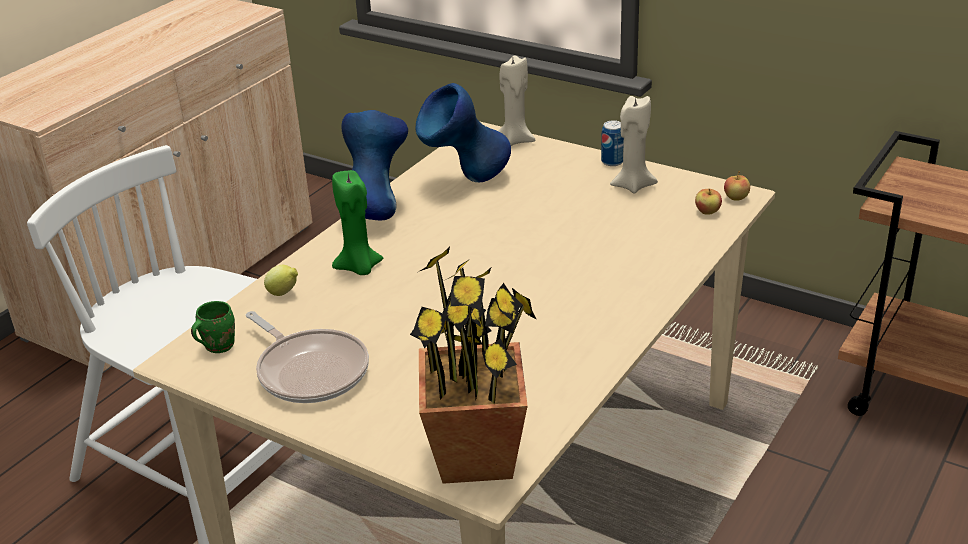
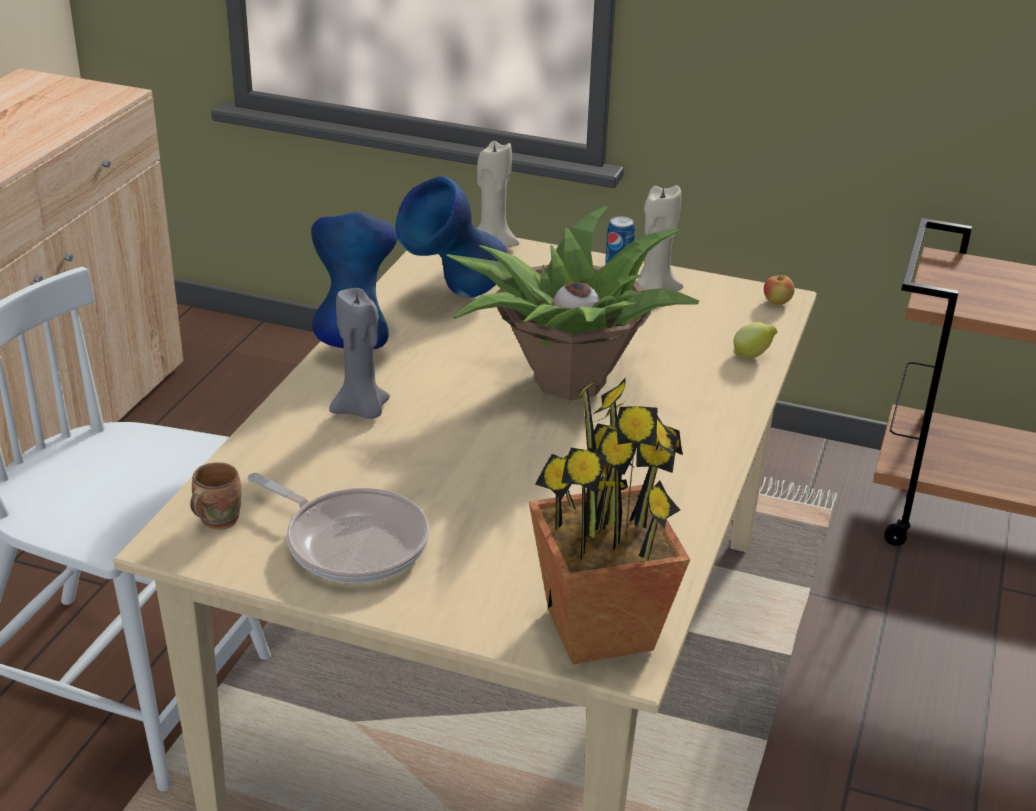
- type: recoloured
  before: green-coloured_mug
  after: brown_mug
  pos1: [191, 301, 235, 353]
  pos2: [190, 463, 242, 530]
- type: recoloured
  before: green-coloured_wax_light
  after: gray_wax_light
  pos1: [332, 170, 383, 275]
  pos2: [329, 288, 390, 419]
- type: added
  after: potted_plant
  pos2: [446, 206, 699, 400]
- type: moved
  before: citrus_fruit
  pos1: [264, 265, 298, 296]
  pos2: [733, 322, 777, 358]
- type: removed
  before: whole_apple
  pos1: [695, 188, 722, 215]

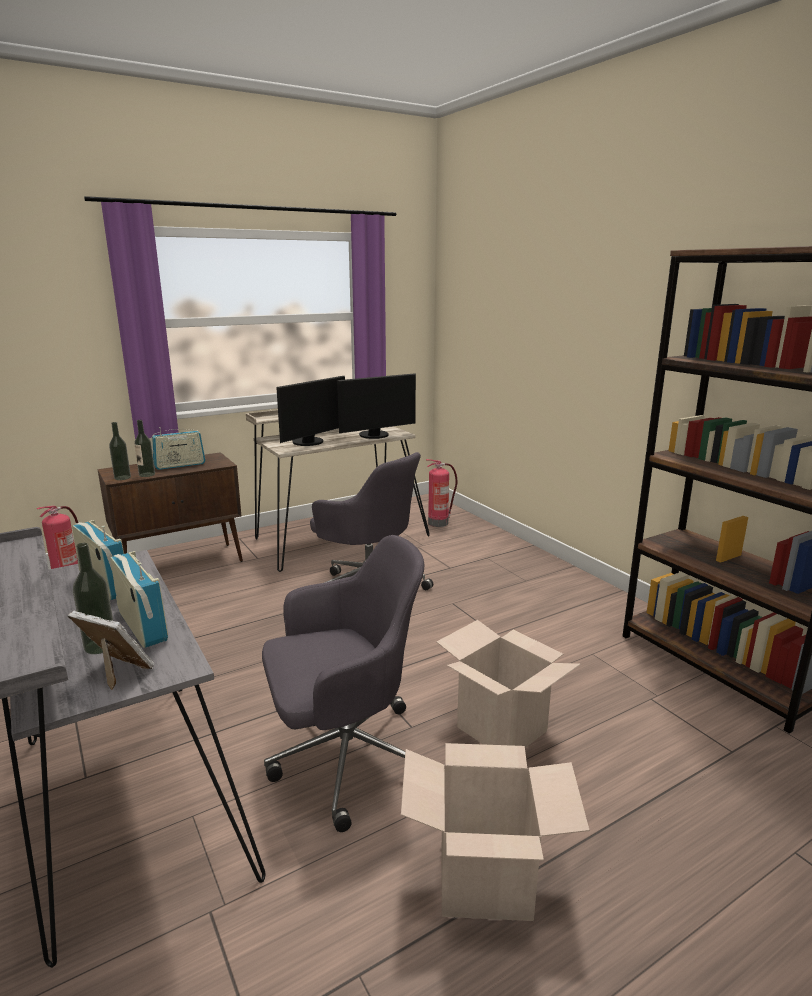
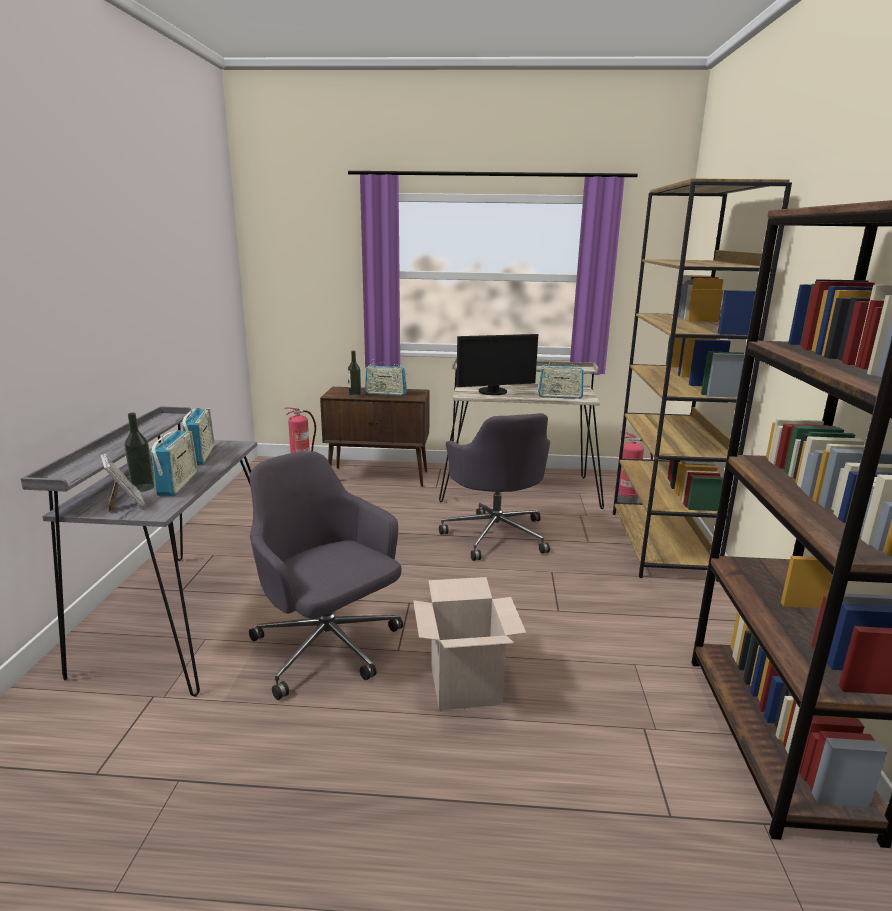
- type: turned
  before: gray_desk_chair
  pos1: [262, 535, 424, 832]
  pos2: [249, 451, 403, 700]
  turn: -150
- type: replaced
  before: computer_screen
  after: radio_receiver
  pos1: [337, 373, 416, 439]
  pos2: [538, 360, 584, 399]
- type: added
  after: brown_bookcase
  pos2: [613, 178, 792, 582]
- type: removed
  before: beverage_bottle
  pos1: [109, 422, 131, 480]
- type: removed
  before: cardboard_box
  pos1: [401, 743, 590, 921]

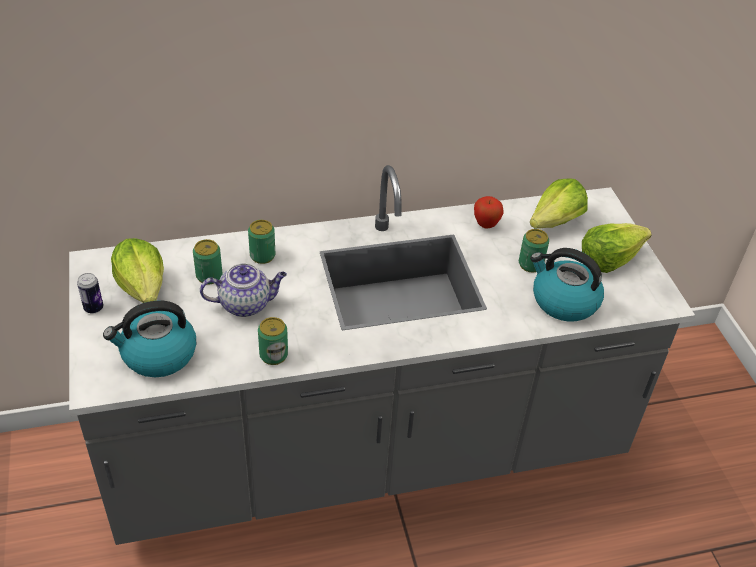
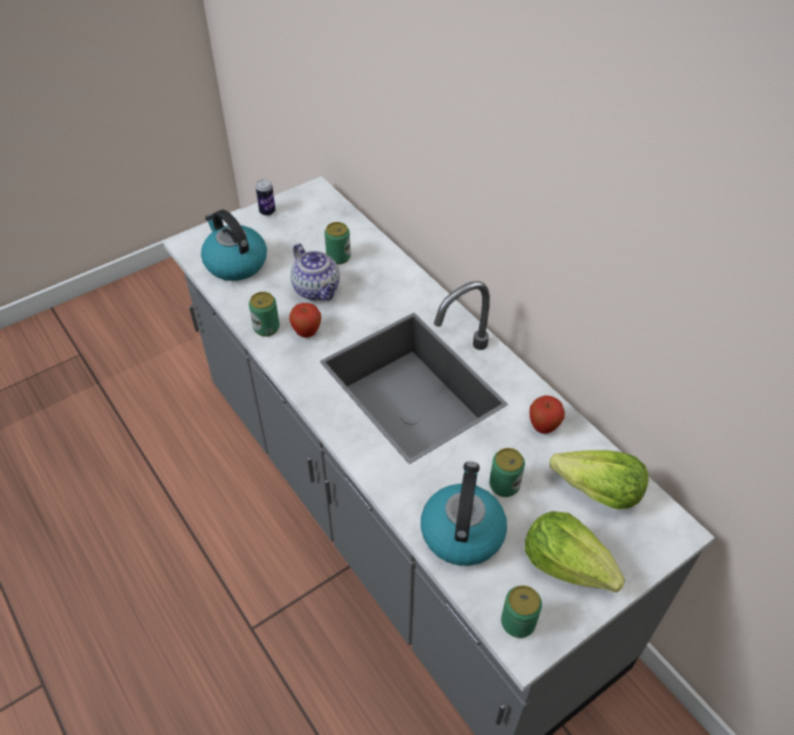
- type: added
  after: whole_apple
  pos2: [289, 303, 321, 338]
- type: moved
  before: metal_can
  pos1: [248, 220, 276, 264]
  pos2: [501, 585, 542, 638]
- type: removed
  before: lettuce
  pos1: [111, 238, 164, 303]

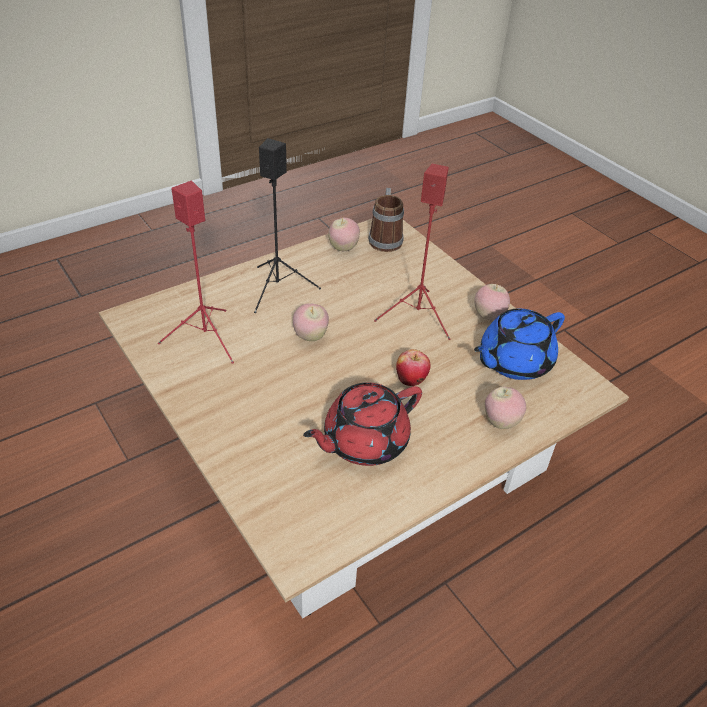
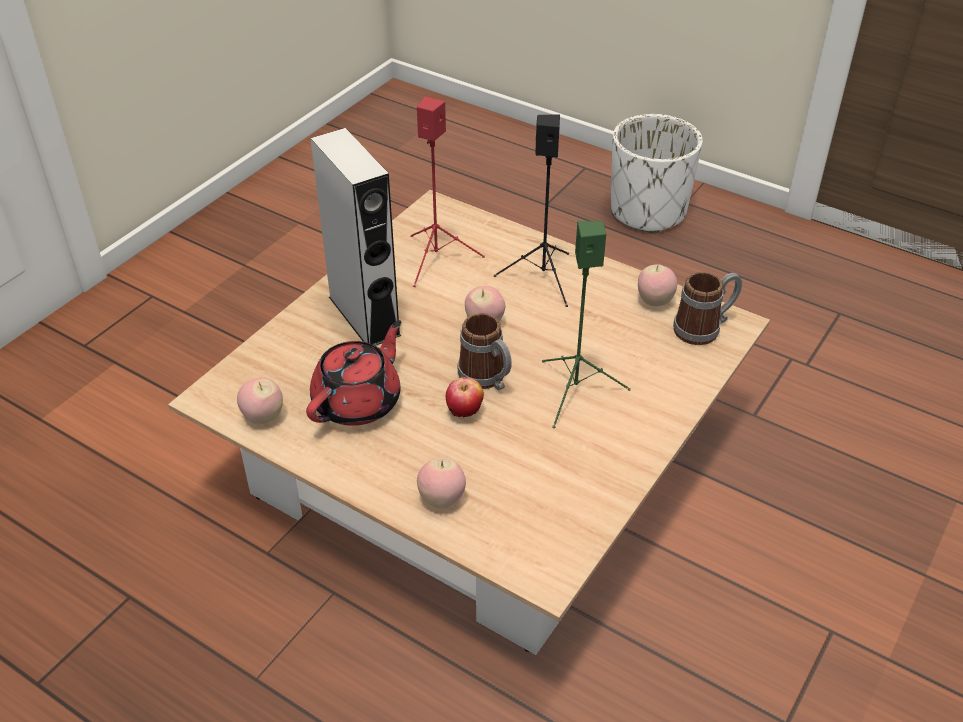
- type: moved
  before: whole_apple
  pos1: [474, 284, 510, 320]
  pos2: [237, 377, 283, 424]
- type: turned
  before: reddish_teapot
  pos1: [303, 382, 422, 466]
  pos2: [306, 320, 401, 426]
  turn: 90
- type: added
  after: gray_audio_speaker
  pos2: [310, 128, 401, 346]
- type: added
  after: mug
  pos2: [458, 313, 512, 390]
- type: recoloured
  before: reddish_audio_speaker
  after: green-coloured_audio_speaker
  pos1: [374, 164, 450, 340]
  pos2: [542, 221, 631, 428]
- type: added
  after: whitish_flower_pot
  pos2: [611, 114, 703, 234]
- type: removed
  before: blue_teapot
  pos1: [474, 308, 565, 380]

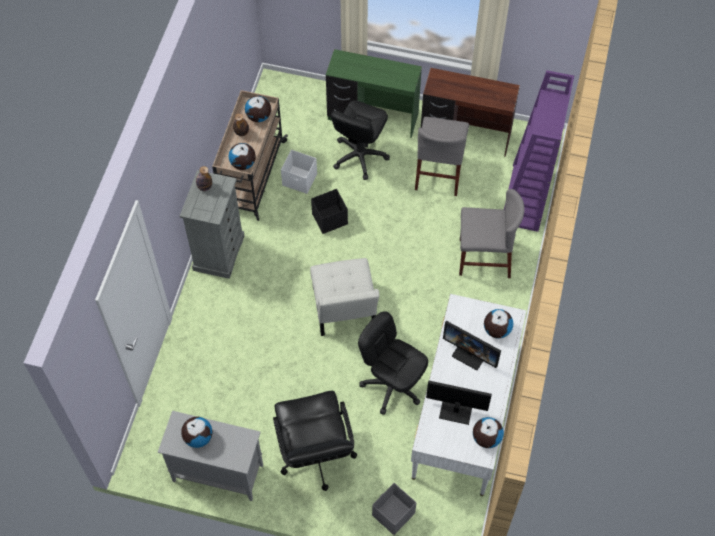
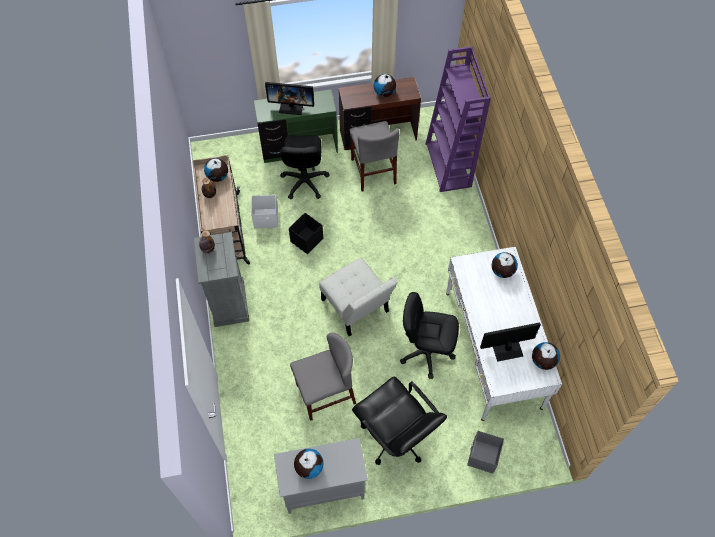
- type: moved
  before: computer_screen
  pos1: [443, 321, 501, 370]
  pos2: [265, 82, 314, 115]
- type: moved
  before: gray_upright_chair
  pos1: [459, 189, 524, 278]
  pos2: [290, 332, 356, 421]
- type: moved
  before: globe
  pos1: [229, 143, 256, 170]
  pos2: [374, 74, 396, 97]

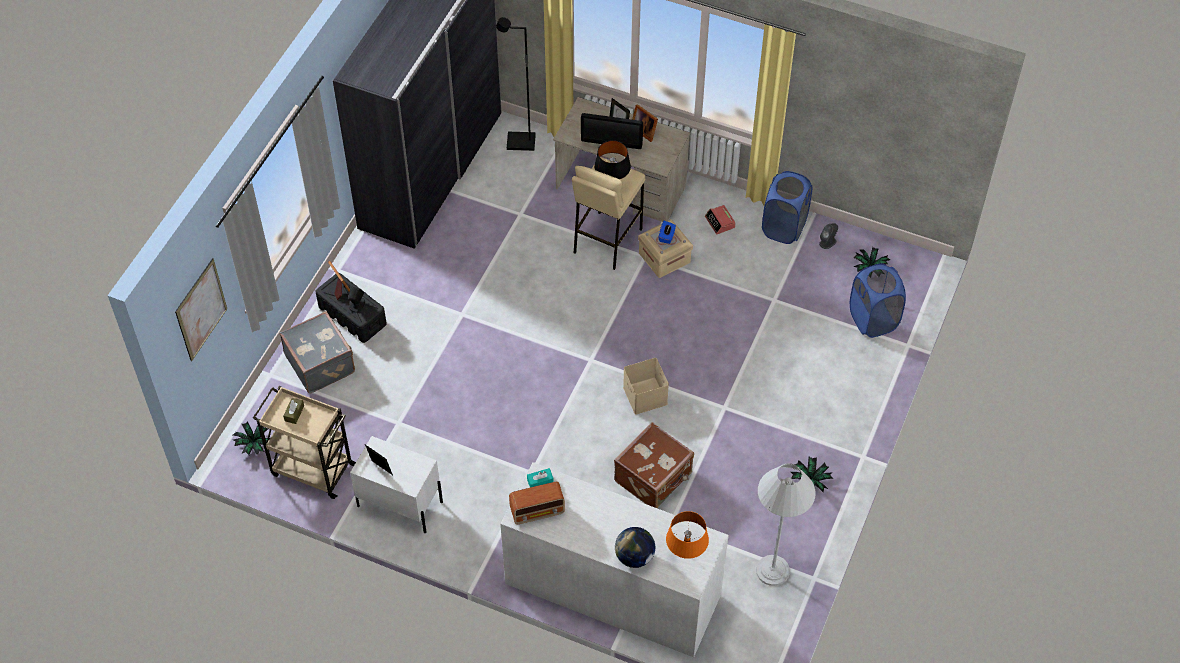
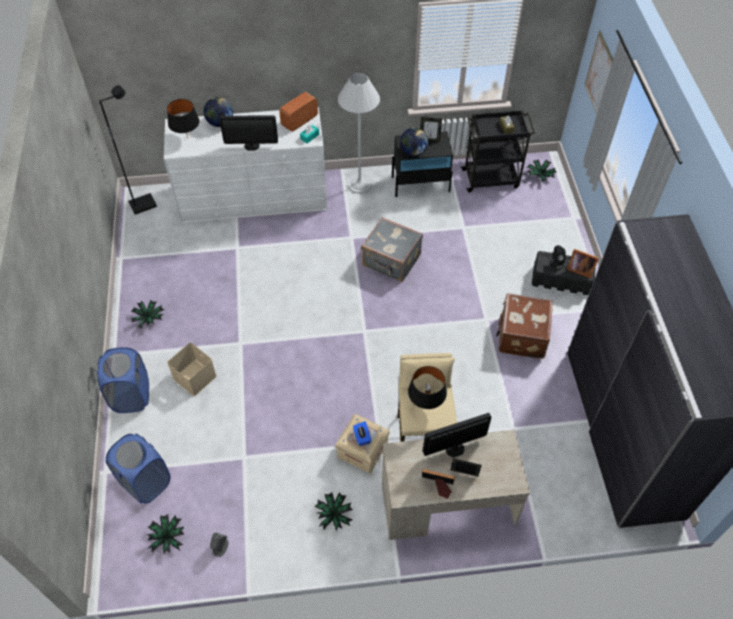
- type: moved
  before: blue_laundry_basket
  pos1: [762, 171, 812, 244]
  pos2: [97, 347, 149, 413]
- type: moved
  before: blackish_standing_lamp
  pos1: [496, 17, 536, 151]
  pos2: [99, 85, 157, 215]
- type: recoloured
  before: orangey_lamp_for_a_table
  after: blackish_lamp_for_a_table
  pos1: [666, 511, 709, 559]
  pos2: [167, 99, 199, 138]
- type: moved
  before: beige_storage_container
  pos1: [623, 358, 669, 414]
  pos2: [167, 342, 217, 396]
- type: added
  after: computer_screen
  pos2: [219, 115, 278, 150]
- type: replaced
  before: bedside_clock
  after: potted_plant
  pos1: [705, 205, 735, 234]
  pos2: [314, 492, 353, 531]
- type: moved
  before: whitish_standing_lamp
  pos1: [756, 463, 816, 586]
  pos2: [338, 73, 380, 194]
- type: moved
  before: gray_piece_of_luggage
  pos1: [280, 311, 355, 394]
  pos2: [361, 217, 423, 282]
- type: recoloured
  before: whitish_night_table
  after: blackish_night_table
  pos1: [350, 436, 443, 533]
  pos2: [392, 132, 453, 197]
- type: added
  after: globe
  pos2: [400, 127, 428, 156]
- type: recoloured
  before: beige_cart
  after: blackish_cart
  pos1: [253, 386, 356, 499]
  pos2: [460, 110, 535, 193]
- type: moved
  before: brown_piece_of_luggage
  pos1: [614, 422, 694, 508]
  pos2: [496, 293, 553, 359]

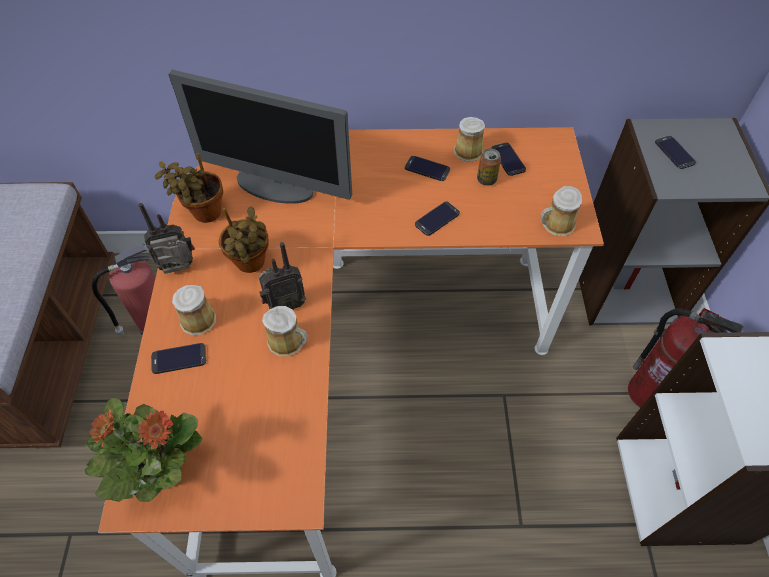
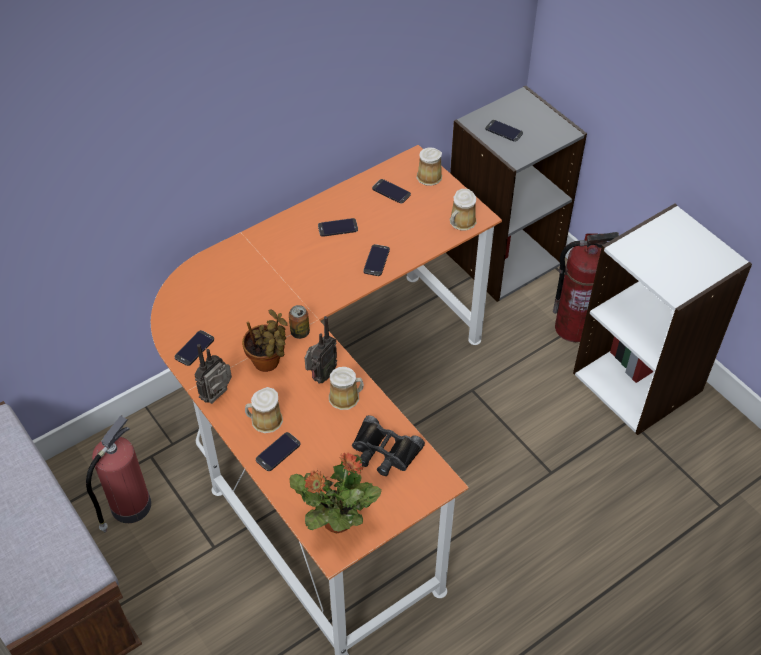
- type: replaced
  before: potted_plant
  after: phone
  pos1: [155, 153, 223, 223]
  pos2: [174, 330, 214, 366]
- type: moved
  before: metal_can
  pos1: [477, 148, 501, 186]
  pos2: [289, 305, 310, 339]
- type: added
  after: blackish_pair_of_binoculars
  pos2: [352, 415, 425, 476]
- type: moved
  before: mug
  pos1: [454, 117, 485, 162]
  pos2: [416, 147, 442, 186]
- type: removed
  before: computer_screen
  pos1: [169, 70, 352, 204]

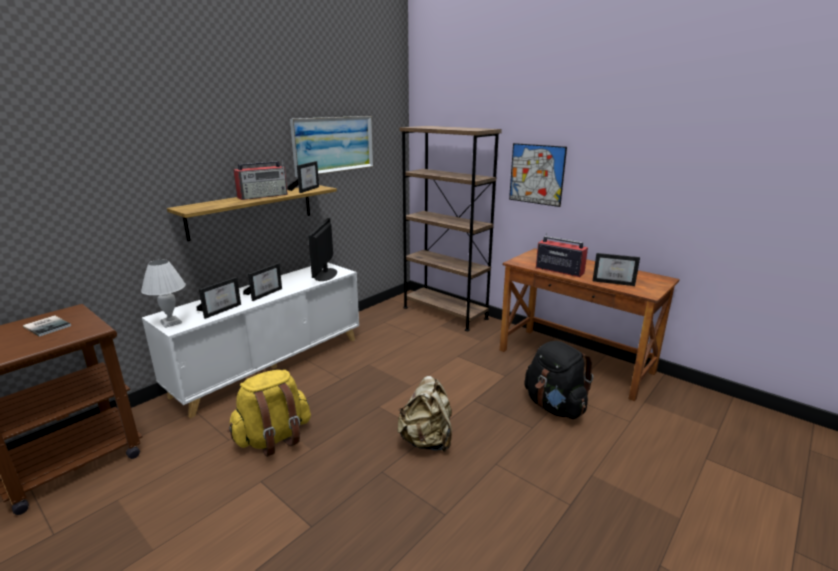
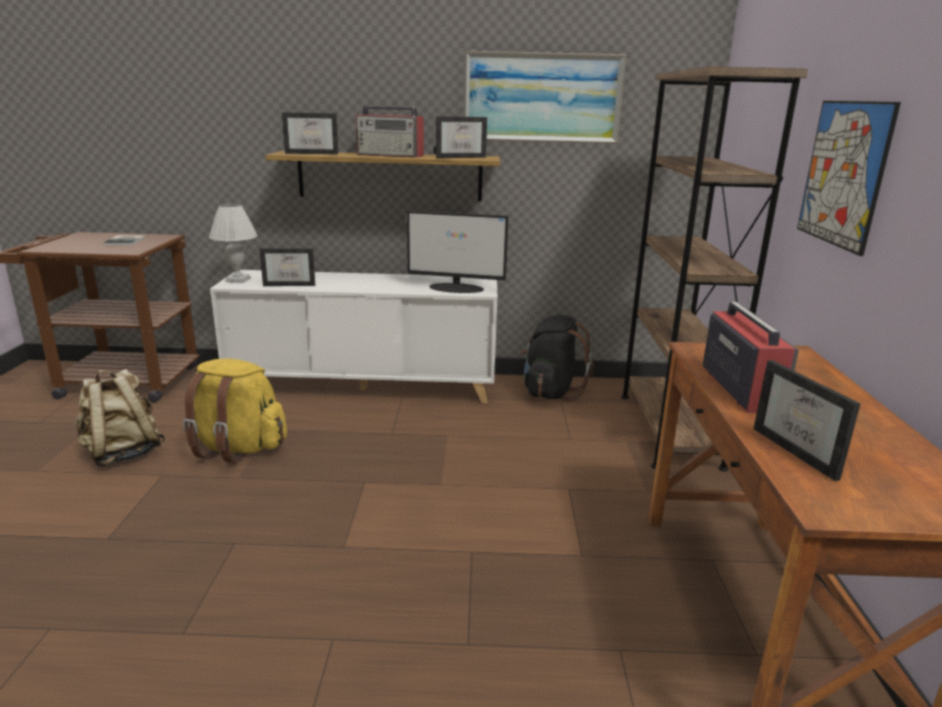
- type: moved
  before: beige_rucksack
  pos1: [397, 376, 452, 452]
  pos2: [75, 369, 165, 467]
- type: moved
  before: photo_frame
  pos1: [243, 263, 282, 301]
  pos2: [282, 112, 338, 154]
- type: turned
  before: computer_screen
  pos1: [308, 218, 337, 281]
  pos2: [407, 210, 509, 293]
  turn: -135
- type: moved
  before: blackish_rucksack
  pos1: [525, 341, 593, 419]
  pos2: [520, 315, 593, 401]

